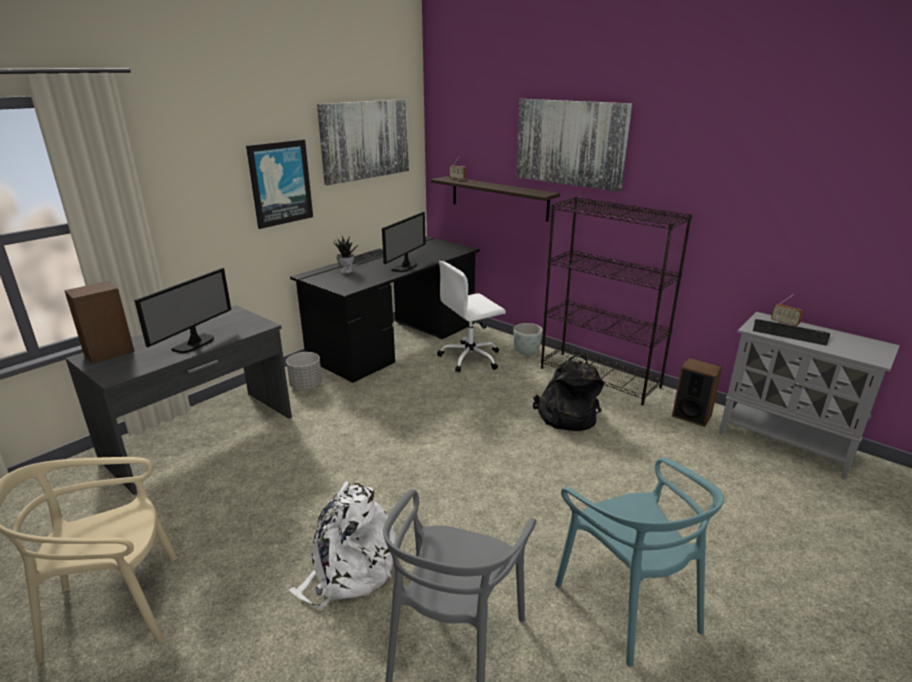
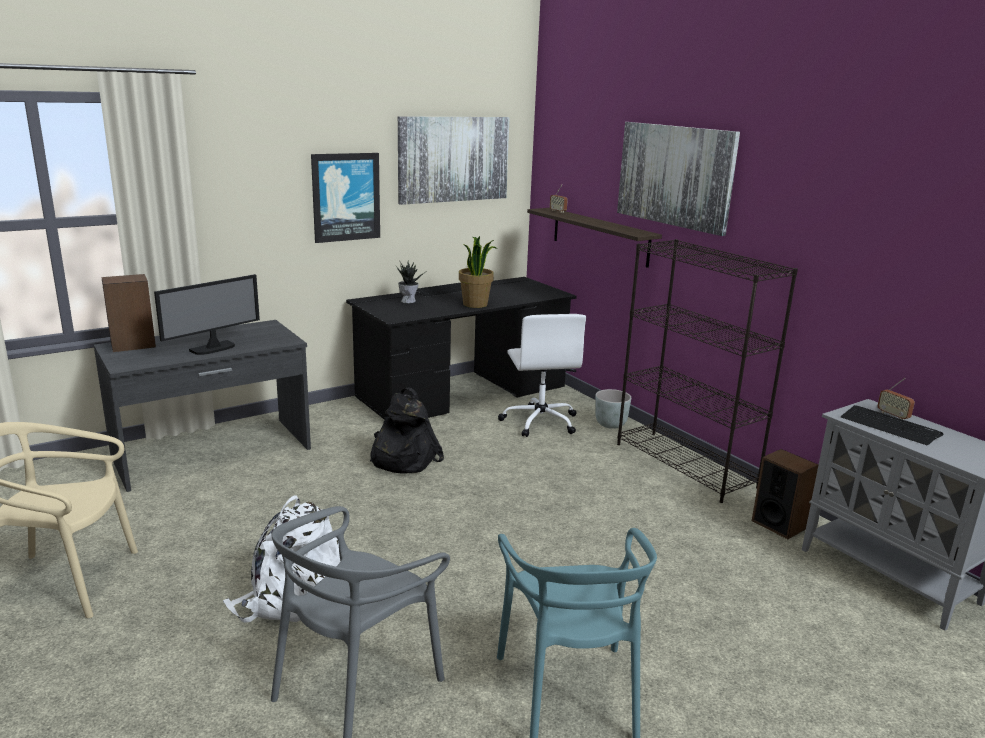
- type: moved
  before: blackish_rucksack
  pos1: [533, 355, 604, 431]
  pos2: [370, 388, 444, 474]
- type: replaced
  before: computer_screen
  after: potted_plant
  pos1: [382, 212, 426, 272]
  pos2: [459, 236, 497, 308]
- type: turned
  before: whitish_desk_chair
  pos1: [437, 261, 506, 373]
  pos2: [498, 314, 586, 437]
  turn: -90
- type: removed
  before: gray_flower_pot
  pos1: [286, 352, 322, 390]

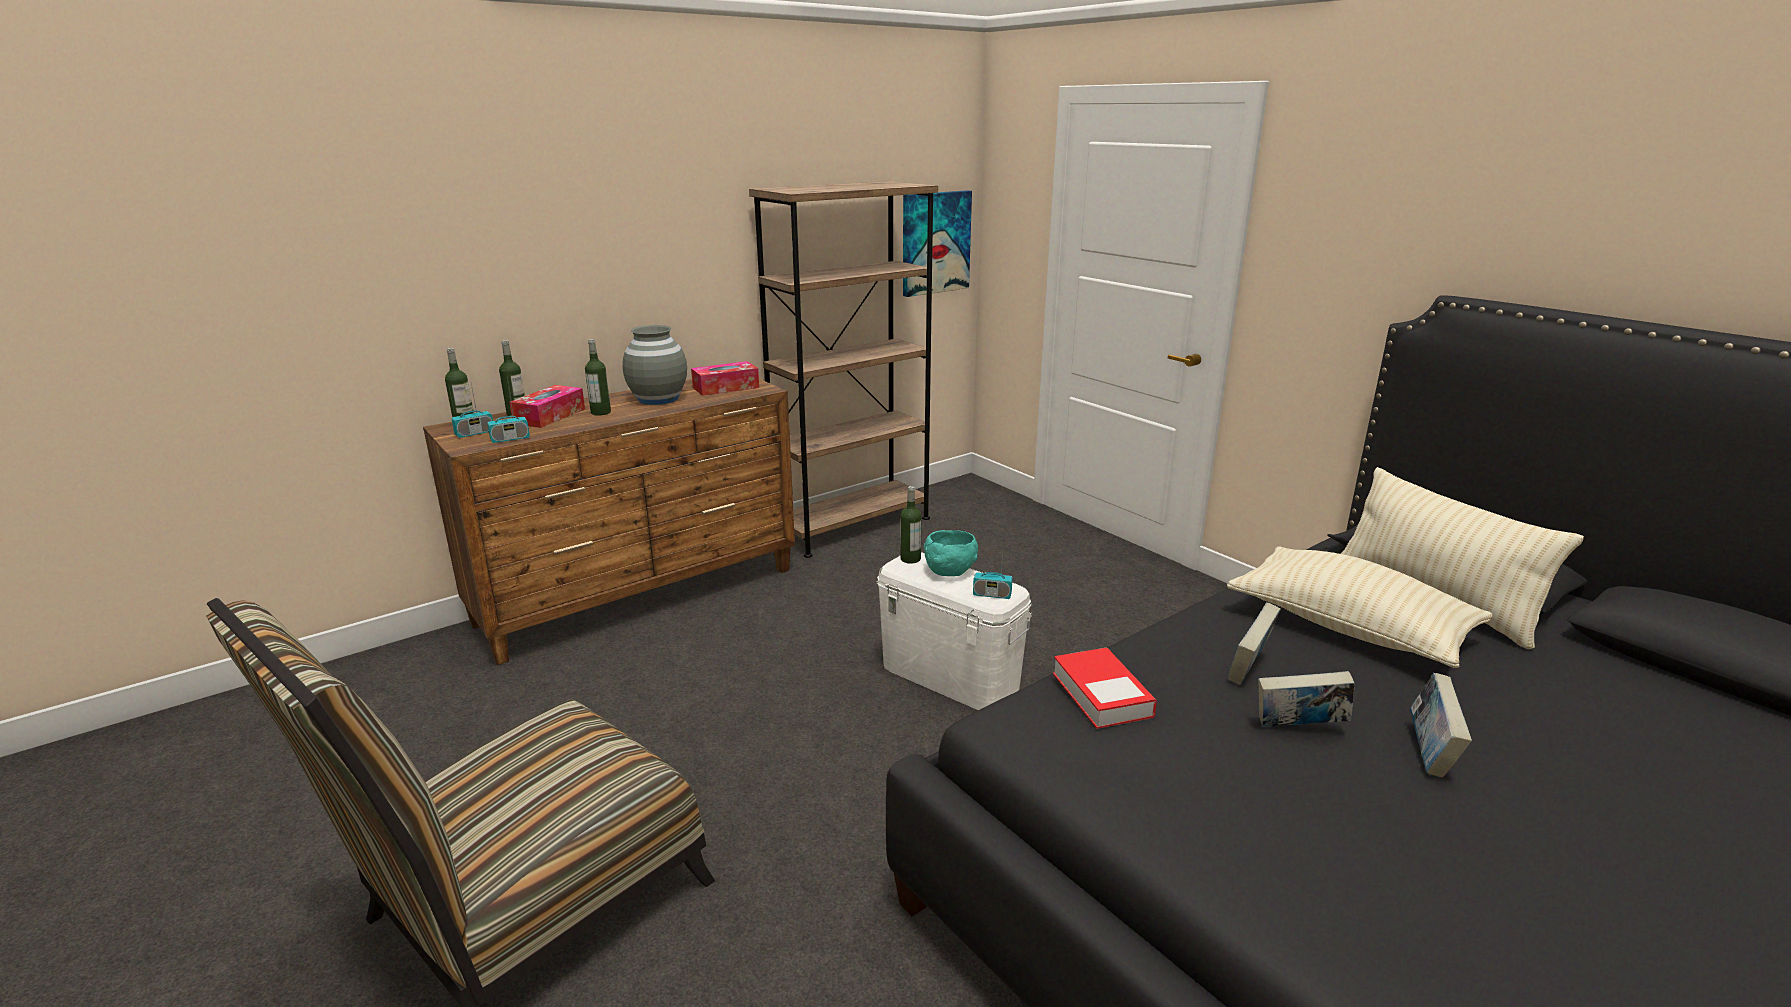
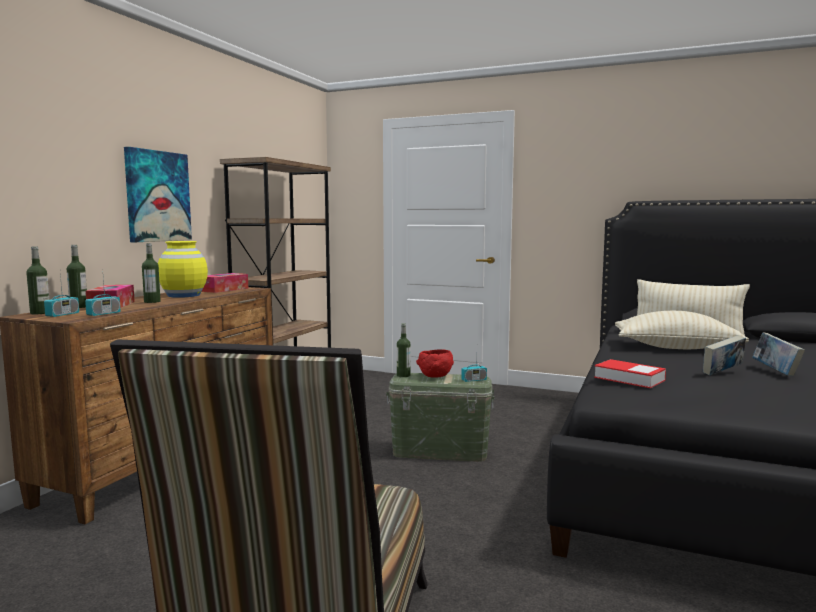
- type: moved
  before: wall_art
  pos1: [903, 190, 972, 297]
  pos2: [124, 147, 192, 242]
- type: recoloured
  before: gray_decorative_vase
  after: yellowish_decorative_vase
  pos1: [622, 325, 687, 405]
  pos2: [158, 241, 208, 298]
- type: recoloured
  before: whitish_storage_container
  after: green-coloured_storage_container
  pos1: [876, 552, 1033, 710]
  pos2: [386, 373, 495, 462]
- type: recoloured
  before: blue-green_serving_bowl
  after: reddish_serving_bowl
  pos1: [924, 530, 978, 576]
  pos2: [416, 349, 454, 378]
- type: removed
  before: volume
  pos1: [1227, 602, 1281, 685]

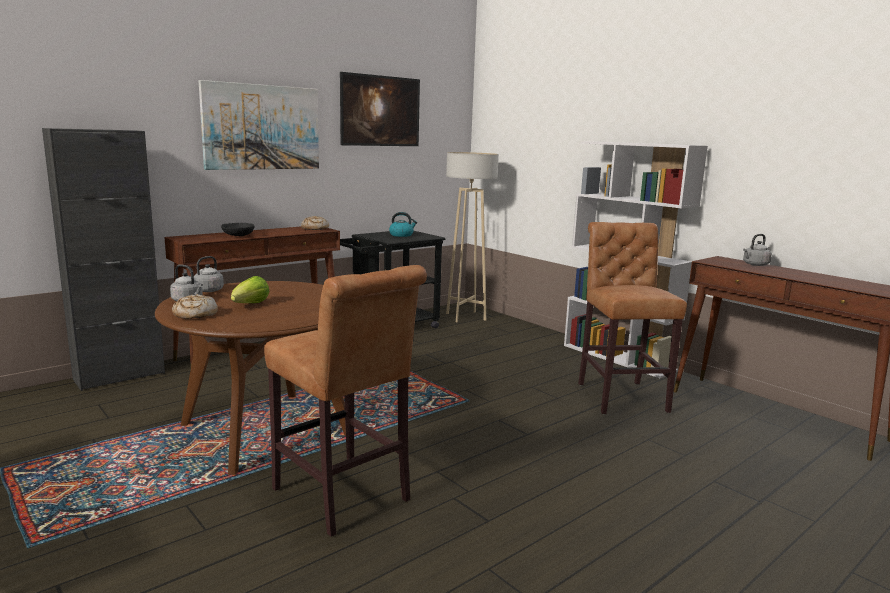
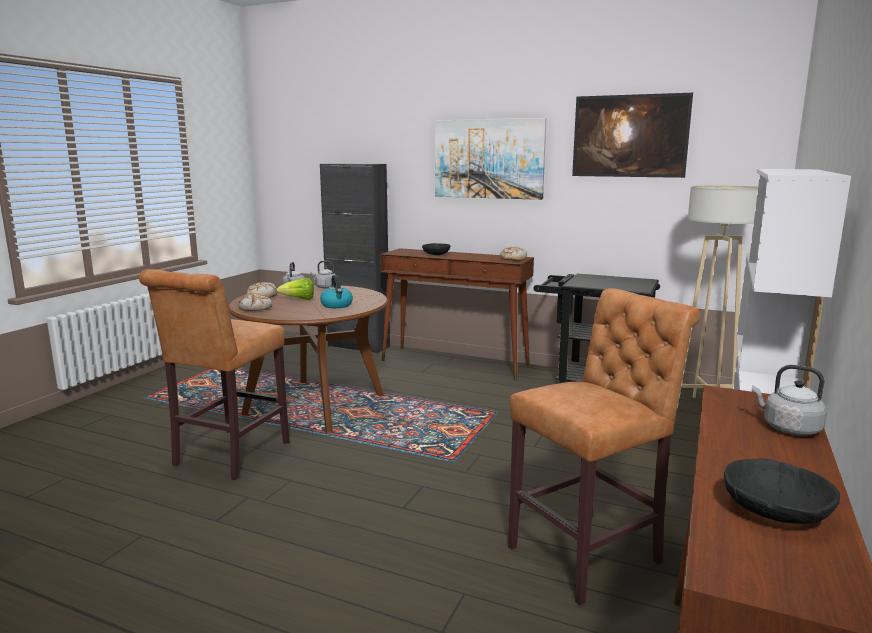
- type: added
  after: bread
  pos2: [238, 292, 272, 311]
- type: moved
  before: kettle
  pos1: [389, 212, 417, 237]
  pos2: [320, 275, 353, 308]
- type: added
  after: blackish_serving_bowl
  pos2: [724, 459, 840, 524]

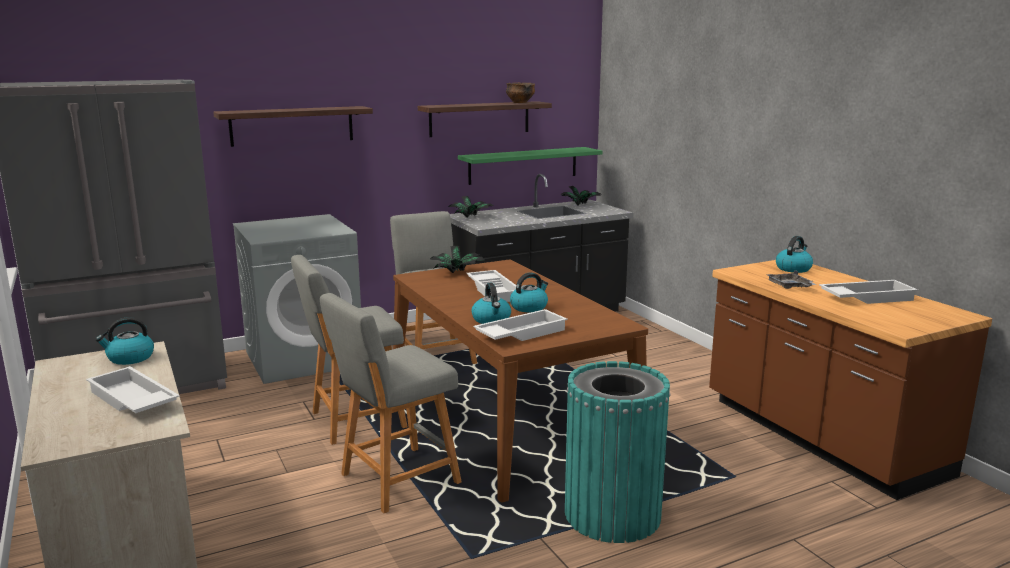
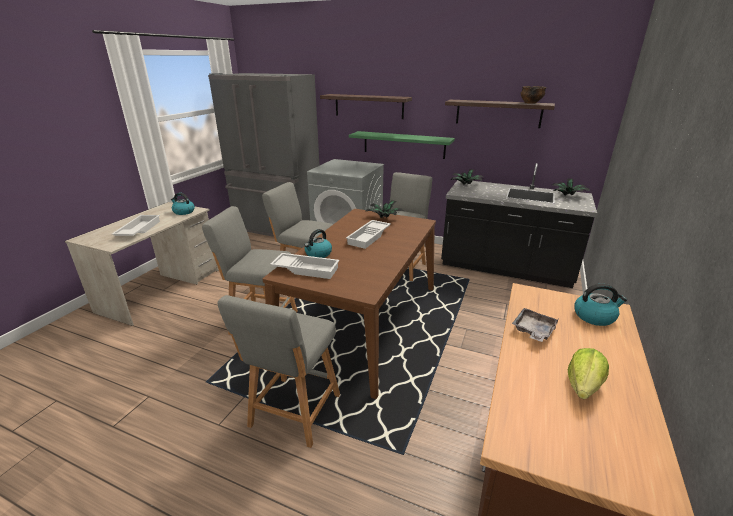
- type: replaced
  before: blue-green_rubbish_bin
  after: gray_stool_seat
  pos1: [565, 361, 670, 543]
  pos2: [218, 295, 340, 448]
- type: moved
  before: green-coloured_shelf
  pos1: [458, 147, 603, 185]
  pos2: [349, 131, 455, 159]
- type: replaced
  before: whitish_tray
  after: lettuce
  pos1: [819, 280, 918, 304]
  pos2: [568, 348, 609, 399]
- type: removed
  before: kettle
  pos1: [510, 272, 548, 312]

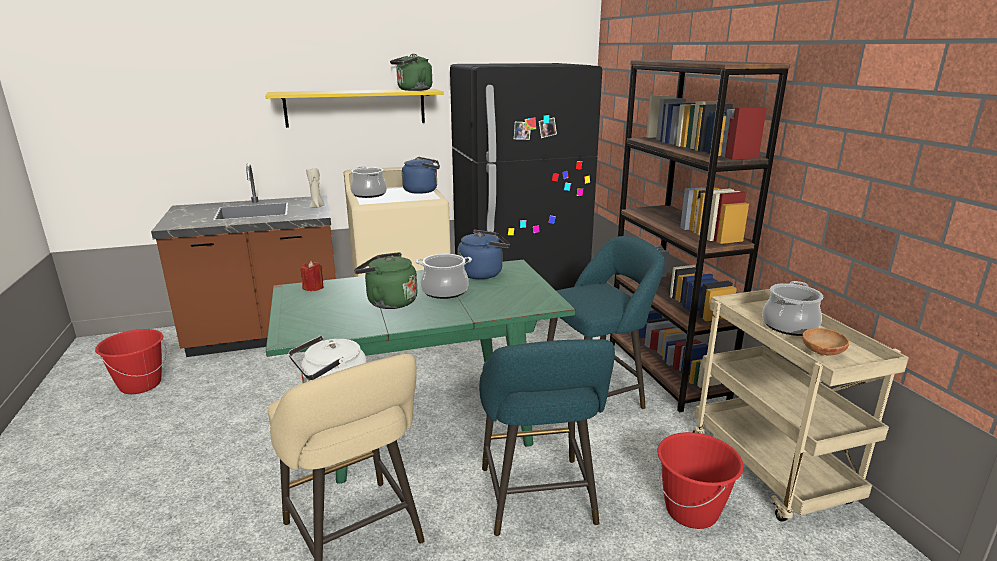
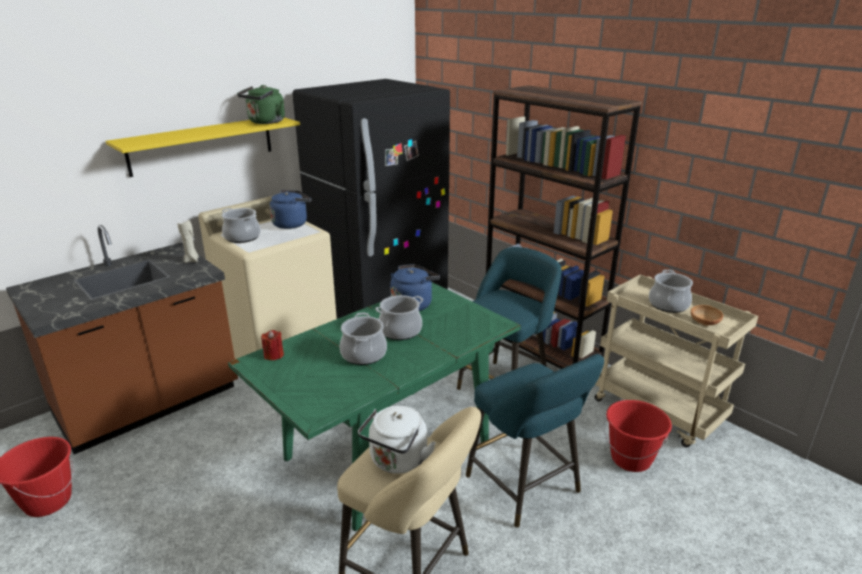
- type: replaced
  before: green-coloured_kettle
  after: saucepot
  pos1: [354, 252, 417, 309]
  pos2: [339, 313, 387, 365]

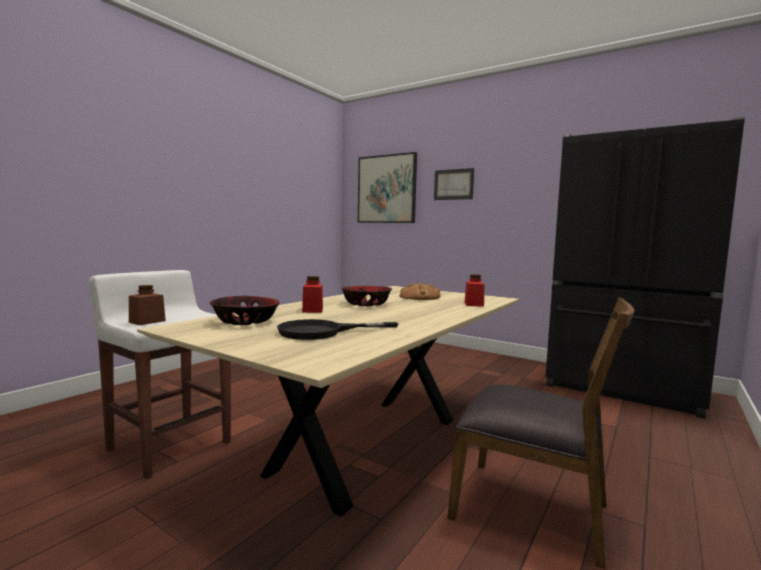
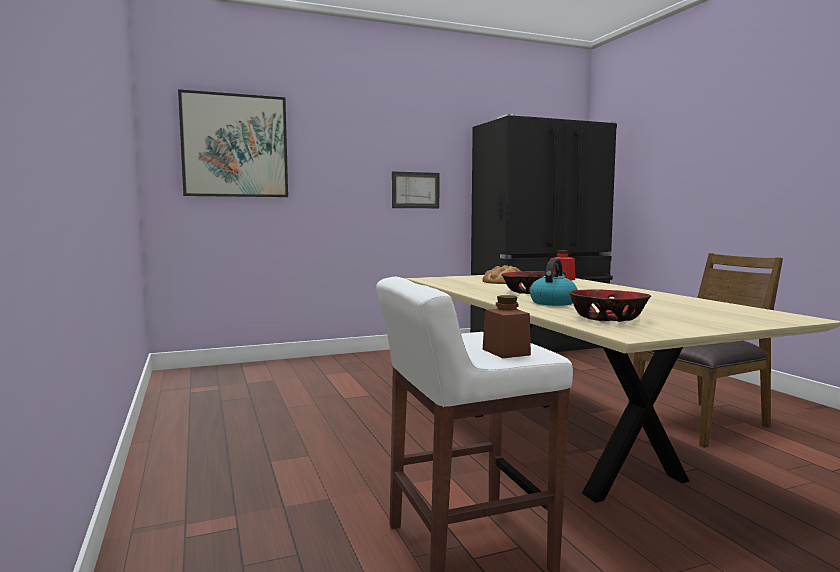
- type: moved
  before: wall_art
  pos1: [434, 168, 474, 200]
  pos2: [392, 171, 439, 208]
- type: replaced
  before: reddish_storage_jar
  after: kettle
  pos1: [302, 276, 323, 313]
  pos2: [530, 258, 578, 306]
- type: removed
  before: blackish_pan
  pos1: [277, 319, 398, 340]

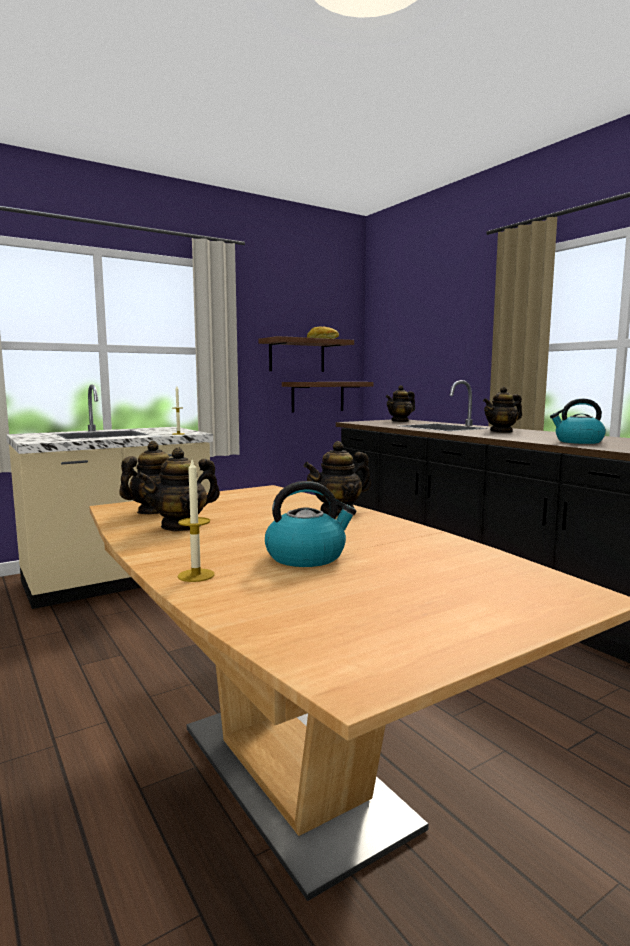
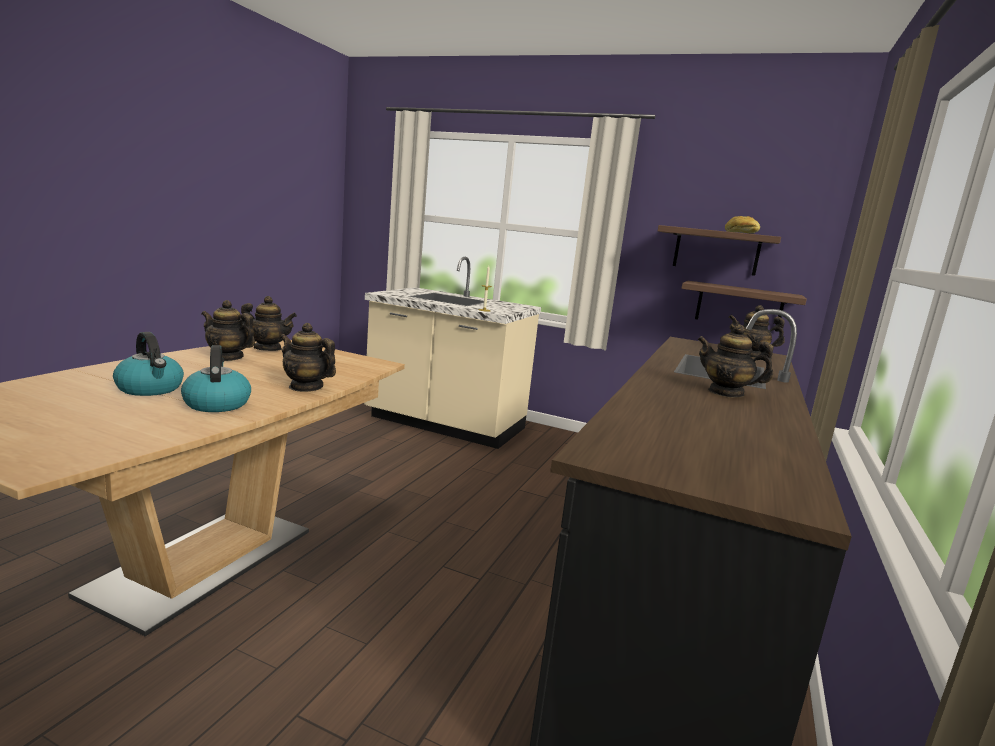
- type: moved
  before: kettle
  pos1: [550, 398, 606, 444]
  pos2: [181, 345, 251, 412]
- type: removed
  before: wax_light
  pos1: [178, 460, 215, 582]

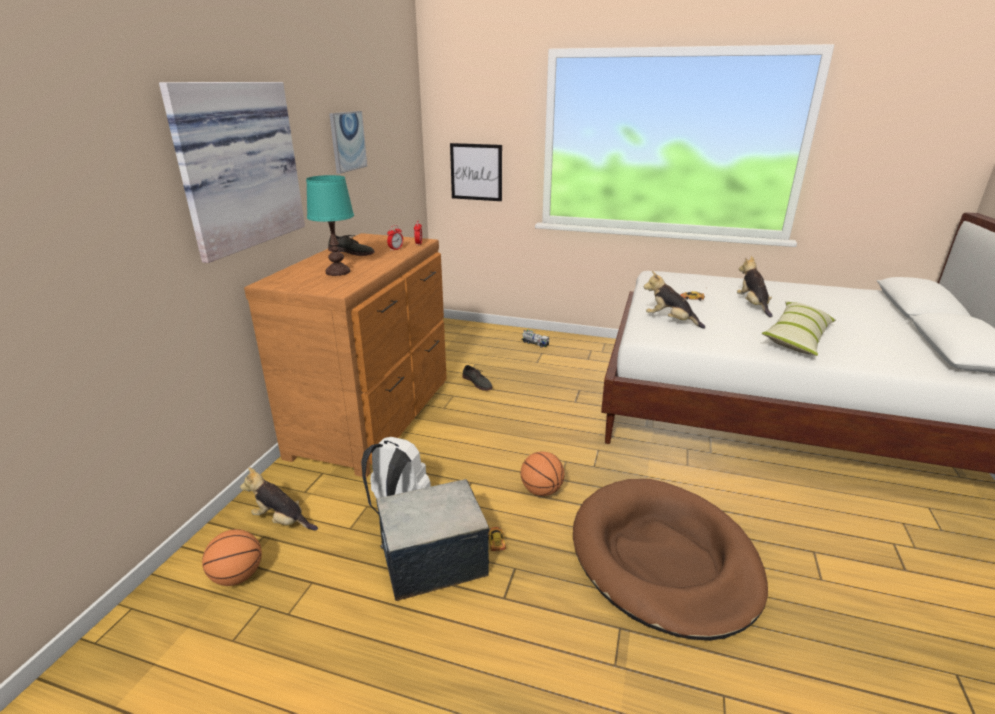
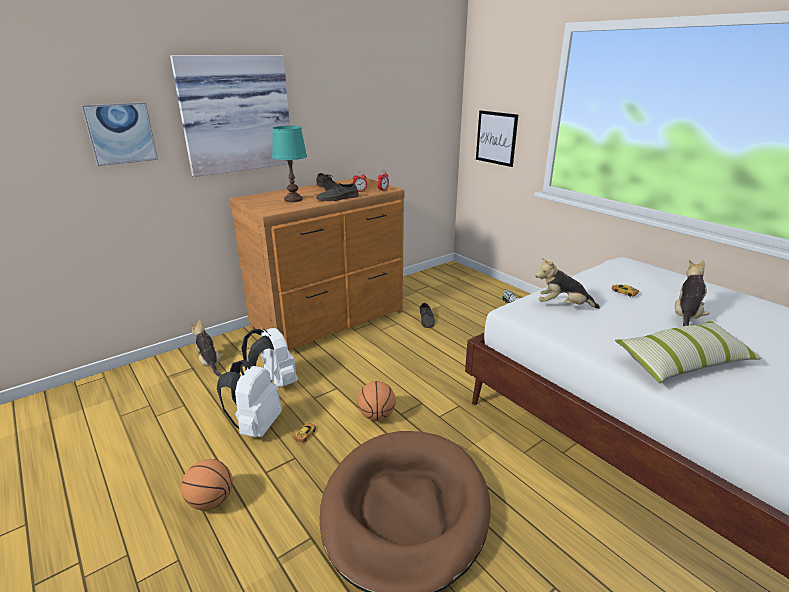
- type: moved
  before: wall_art
  pos1: [329, 111, 367, 174]
  pos2: [81, 102, 158, 166]
- type: moved
  before: ball_for_basketball
  pos1: [202, 529, 262, 586]
  pos2: [181, 459, 233, 511]
- type: replaced
  before: storage_container
  after: whitish_rucksack
  pos1: [376, 479, 490, 601]
  pos2: [217, 360, 282, 437]
- type: added
  after: gray_low_shoe
  pos2: [316, 183, 359, 201]
- type: turned
  before: cuddly_toy
  pos1: [643, 271, 705, 329]
  pos2: [536, 258, 600, 309]
  turn: -60

